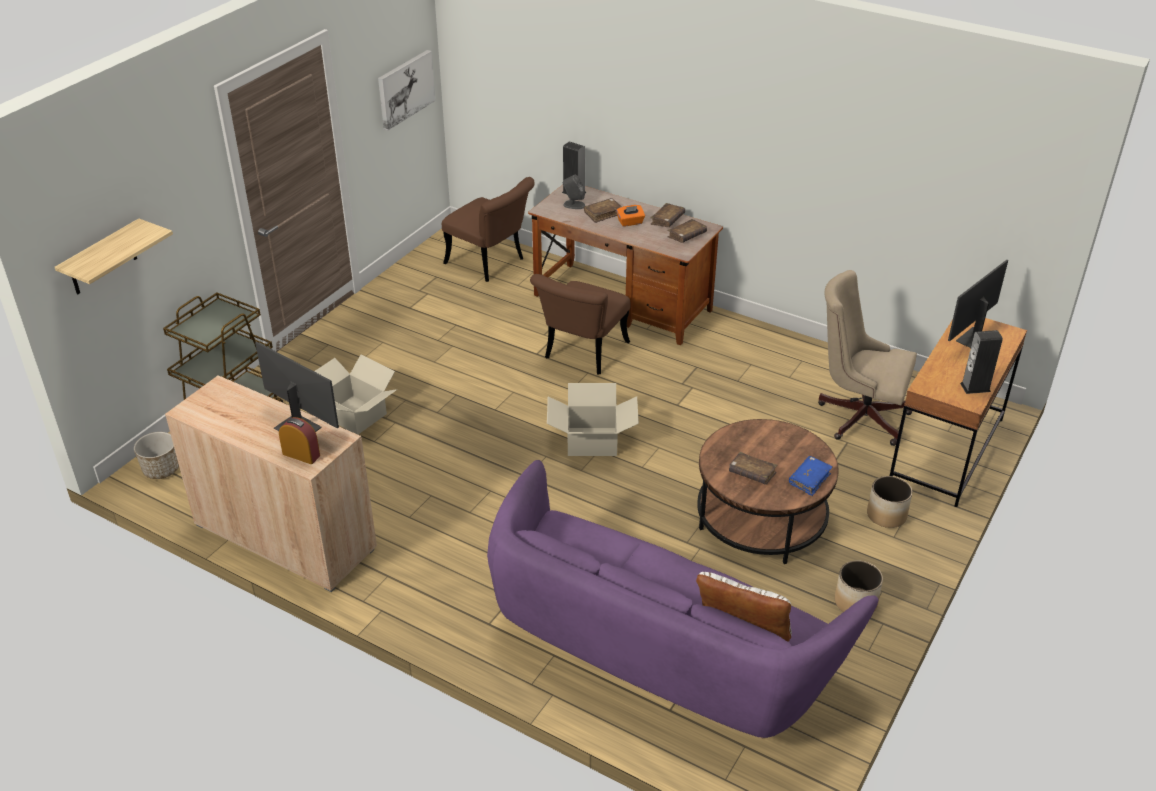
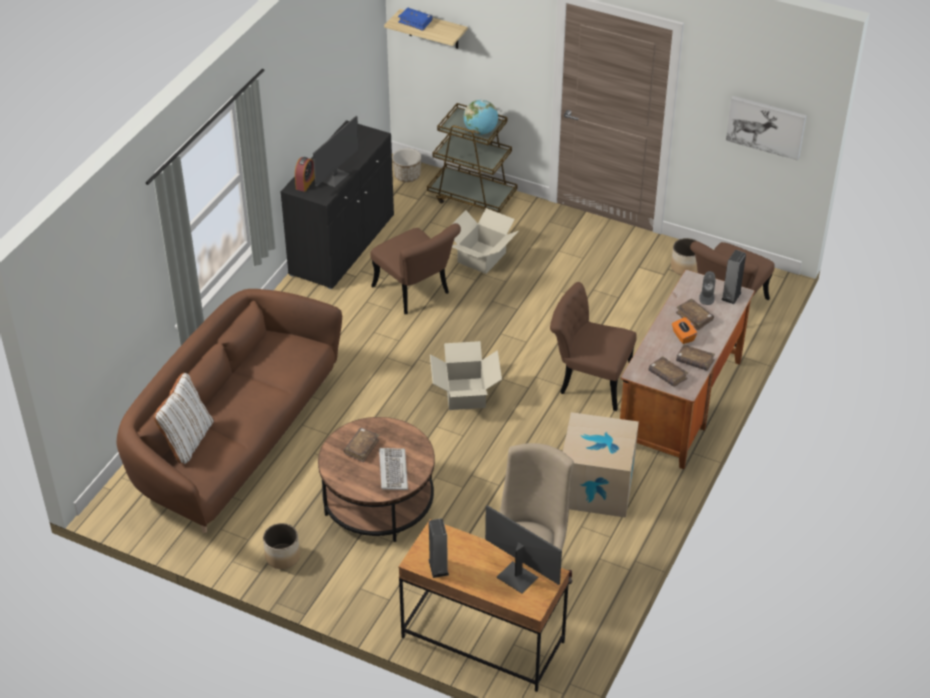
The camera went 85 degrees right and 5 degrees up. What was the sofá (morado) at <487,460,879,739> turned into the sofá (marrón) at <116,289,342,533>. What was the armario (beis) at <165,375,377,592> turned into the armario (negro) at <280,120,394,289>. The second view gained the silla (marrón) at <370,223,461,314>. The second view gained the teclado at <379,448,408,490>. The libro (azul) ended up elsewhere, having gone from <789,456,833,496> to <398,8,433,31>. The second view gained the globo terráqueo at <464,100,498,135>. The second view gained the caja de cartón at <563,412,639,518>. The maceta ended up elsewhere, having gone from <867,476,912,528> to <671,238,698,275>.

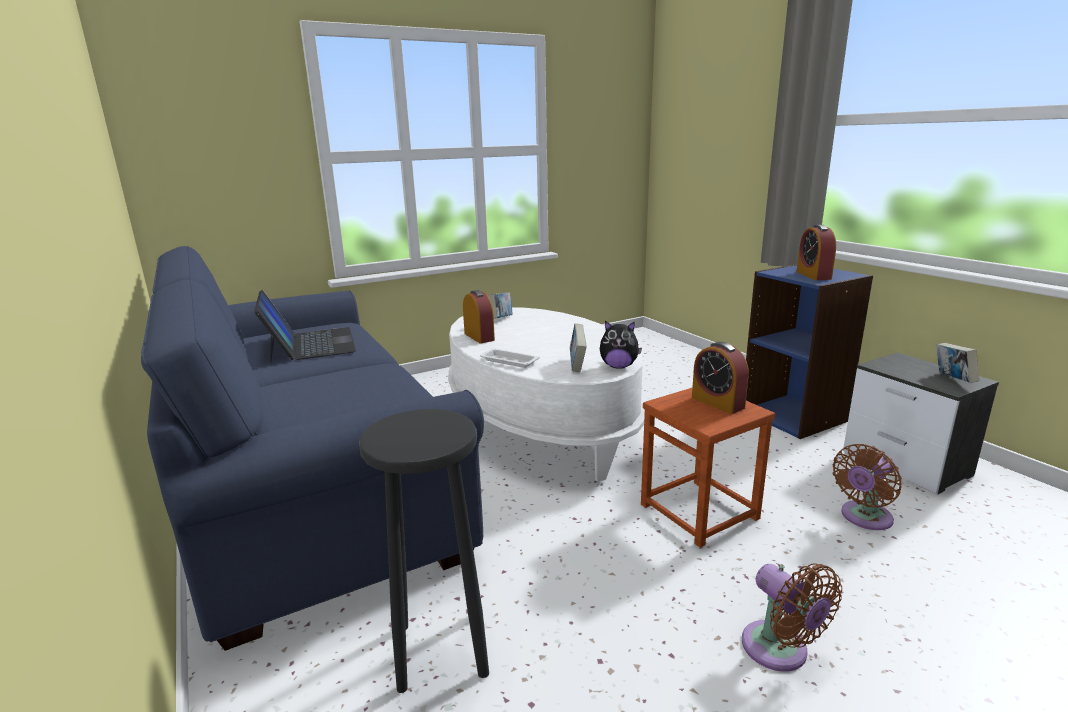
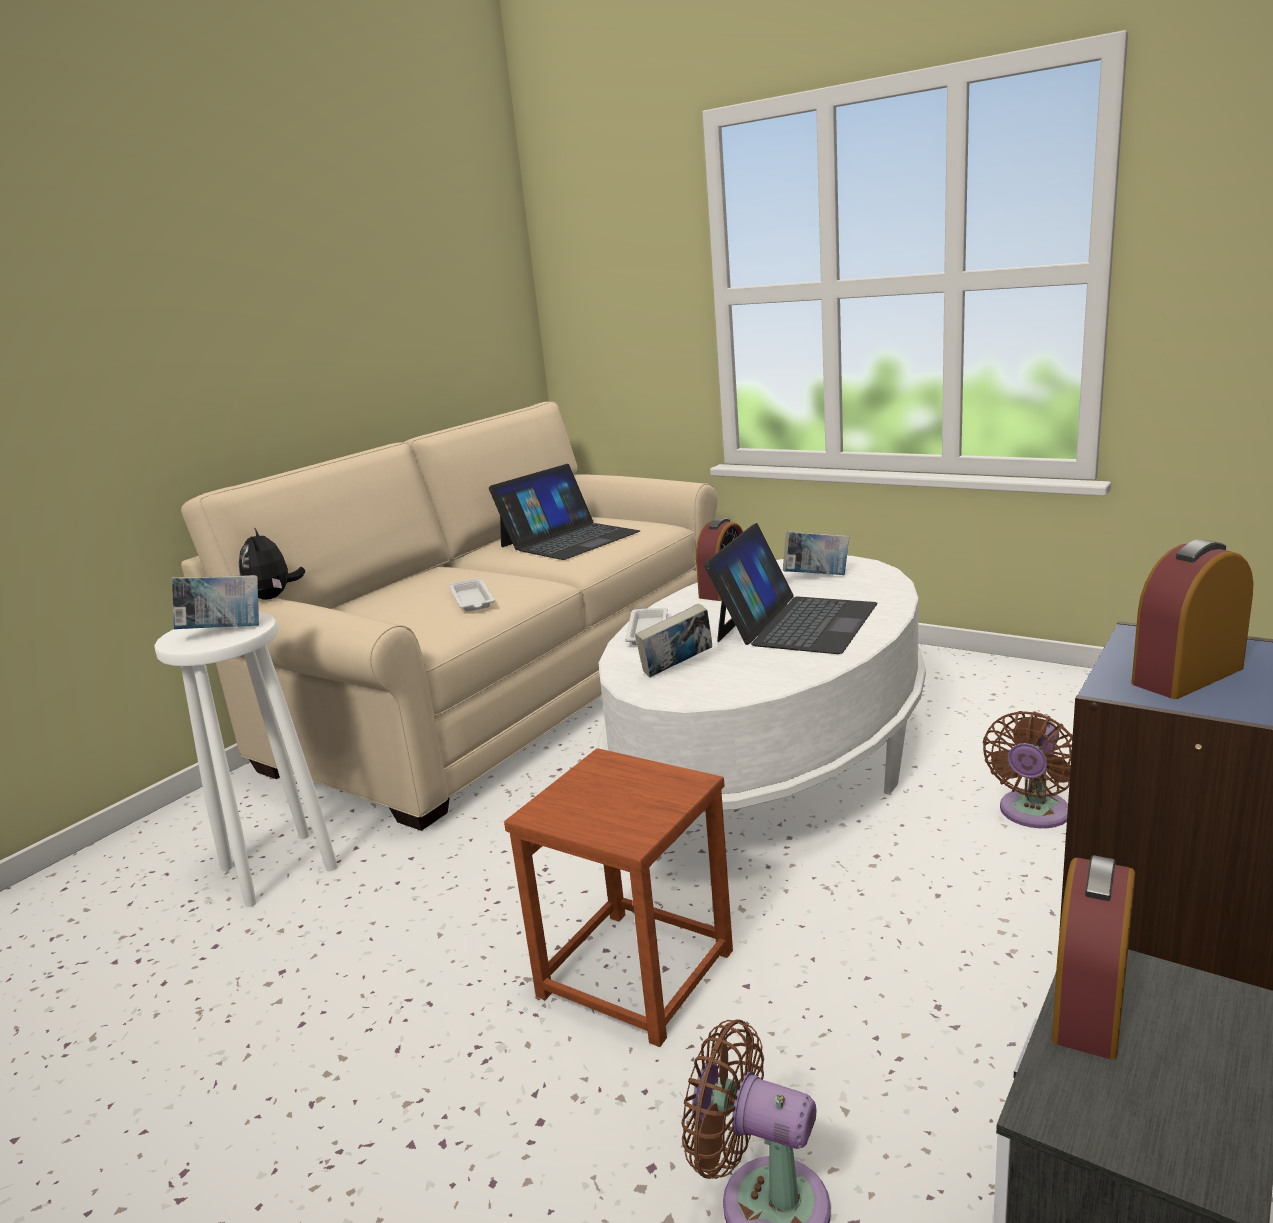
The camera went 65 degrees right and 0 degrees up. What was the taburete (negro) at <359,409,489,693> turned into the taburete (blanco) at <154,612,338,907>. The libro ended up elsewhere, having gone from <936,343,979,383> to <171,575,259,629>. What was the sofá (azul) at <141,246,484,651> turned into the sofá (beis) at <181,402,717,831>. The peluche ended up elsewhere, having gone from <600,321,642,369> to <239,527,305,600>. The second view gained the bandeja (blanco) at <449,578,495,612>. The second view gained the portátil at <704,523,878,654>. The ventilador (marrón) ended up elsewhere, having gone from <742,564,842,672> to <983,711,1073,828>. The despertador ended up elsewhere, having gone from <692,342,749,414> to <1052,855,1135,1060>.

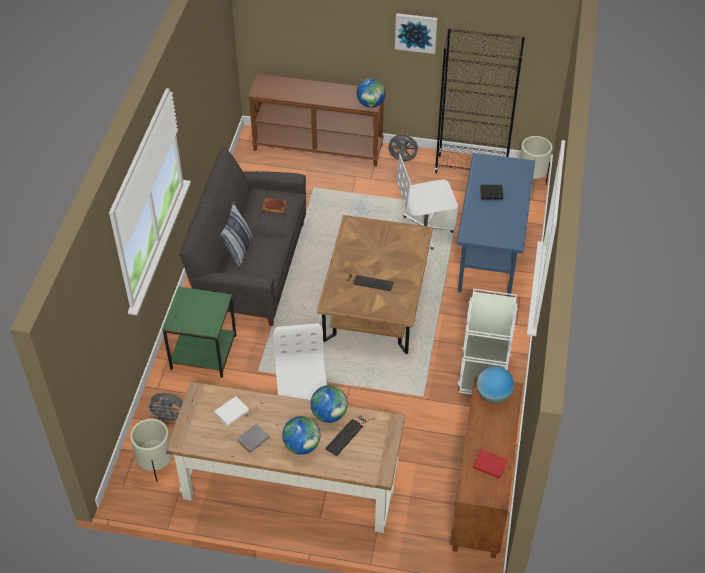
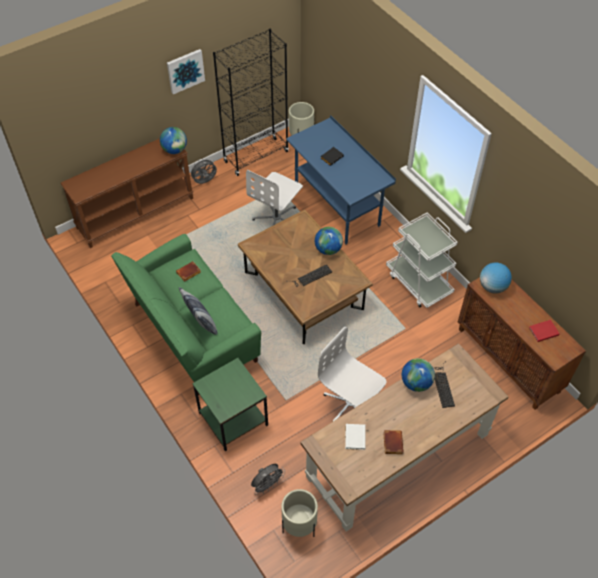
The camera went 45 degrees left and 5 degrees up. What was the sofá (gris) at <179,147,306,326> turned into the sofá (verde) at <111,234,261,395>. The globo terráqueo ended up elsewhere, having gone from <282,416,320,455> to <315,227,343,255>. What was the libro (gris) at <237,424,269,453> turned into the libro (marrón) at <383,430,404,454>.

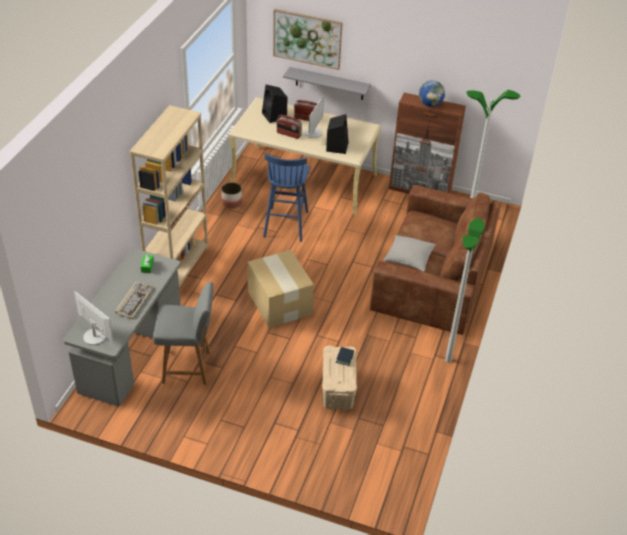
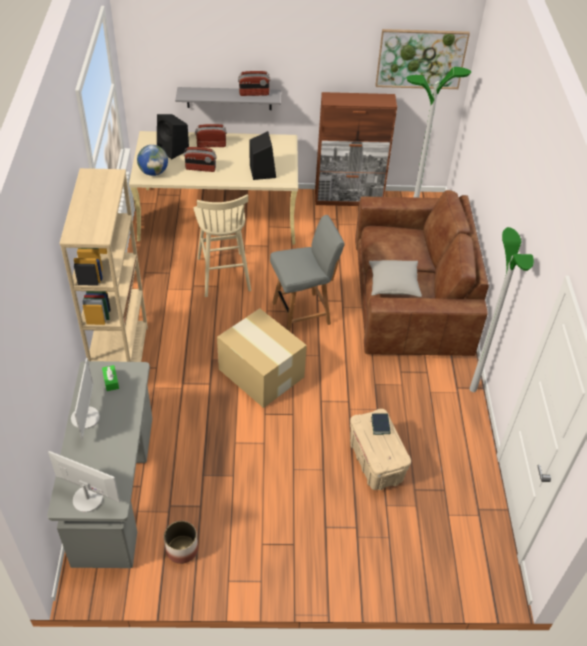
The camera went 20 degrees left and 5 degrees up. The monitor ended up elsewhere, having gone from <305,94,324,138> to <71,358,100,439>. The globo terráqueo ended up elsewhere, having gone from <419,81,445,107> to <137,145,168,176>. The maceta ended up elsewhere, having gone from <221,182,242,209> to <164,521,198,564>. What was the taburete (azul) at <263,154,310,242> turned into the taburete (beis) at <193,194,251,297>. The second view gained the radio at <238,71,270,96>. The silla (gris) ended up elsewhere, having gone from <153,282,214,385> to <270,215,345,332>. The cuadro ended up elsewhere, having gone from <273,9,343,70> to <375,29,470,89>. The second view lost the teclado at <115,282,154,319>.

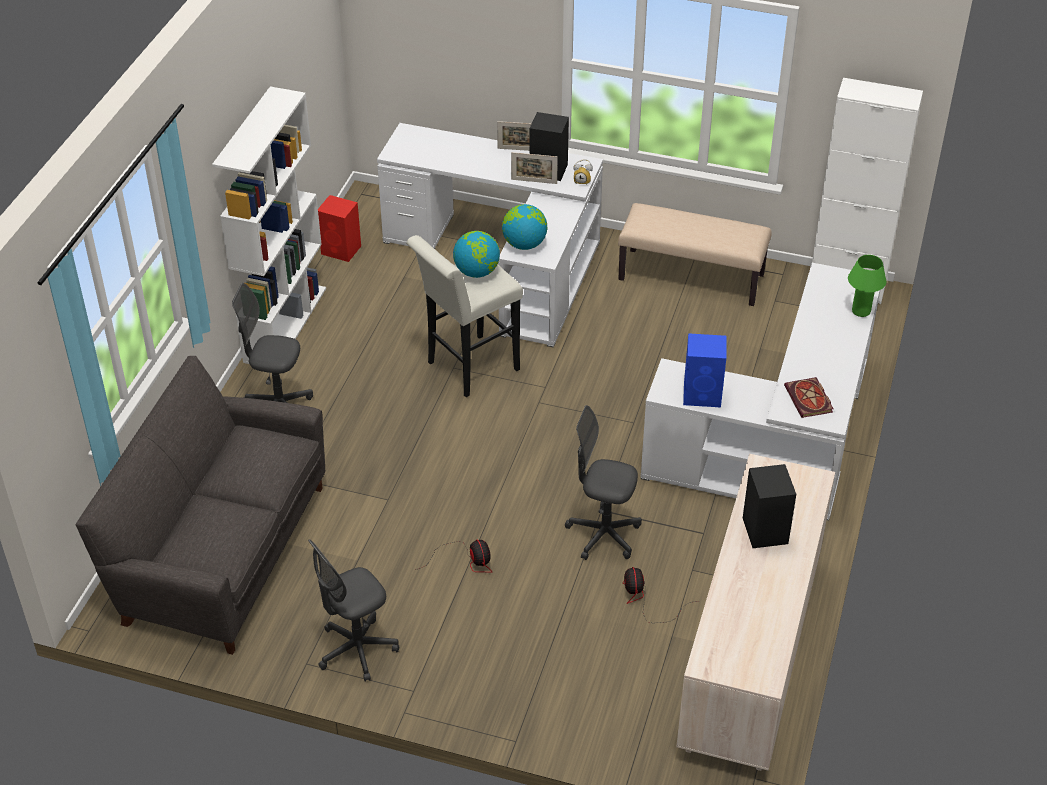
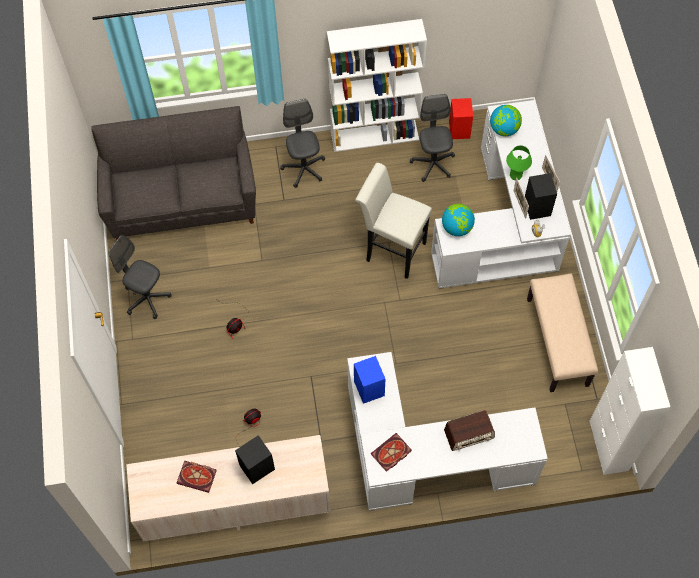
The camera went 65 degrees right and 20 degrees up. The second view gained the libro at <176,461,217,493>. The silla de oficina (gris) ended up elsewhere, having gone from <565,405,642,560> to <410,94,455,182>. The second view gained the radio at <444,410,495,451>. The globo terráqueo ended up elsewhere, having gone from <453,231,500,278> to <490,105,522,136>. The lámpara de mesa (verde) ended up elsewhere, having gone from <848,255,886,317> to <506,145,532,180>.

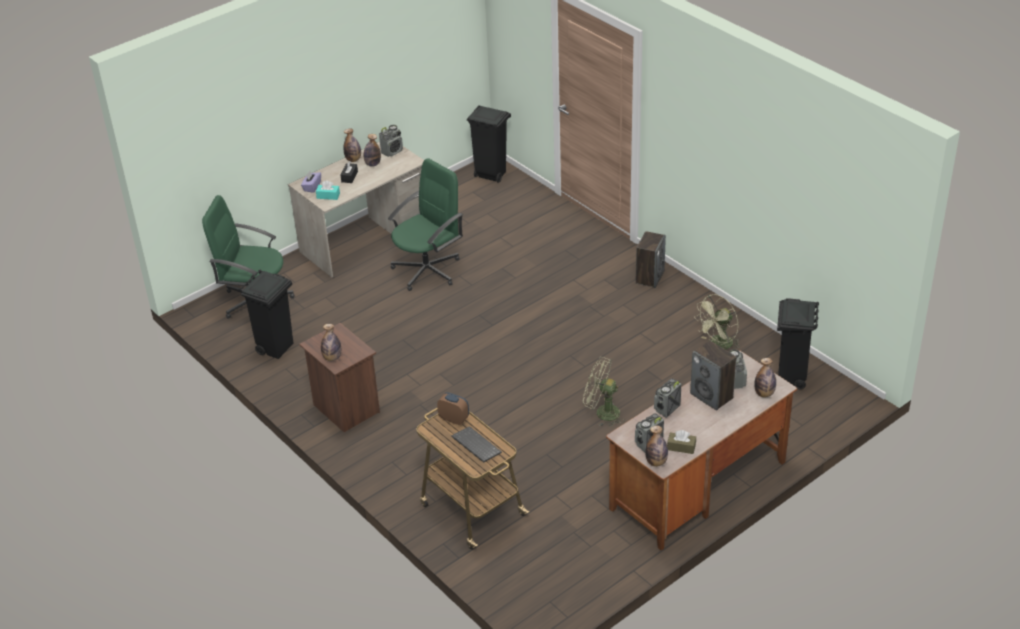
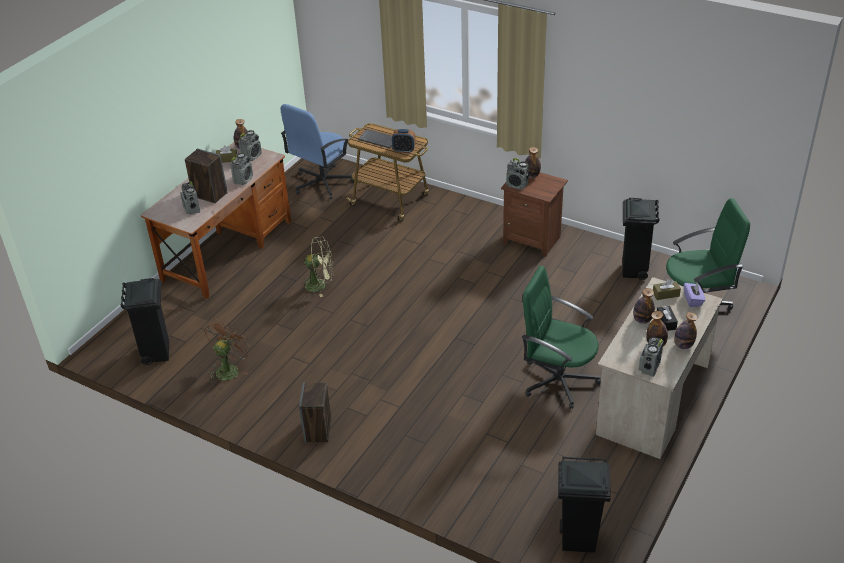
The camera went 160 degrees right and 0 degrees up. What was the ventilador (verde) at <694,294,740,349> turned into the ventilador (marrón) at <205,319,252,382>. The second view gained the silla de oficina (azul) at <281,104,354,199>. The second view gained the radio at <506,158,529,190>. The silla de oficina (verde) at <388,158,463,291> ended up facing another way, 90 degrees clockwise from before. The botella ended up elsewhere, having gone from <754,358,776,397> to <633,288,655,324>. What was the caja de pañuelos (turquesa) at <316,180,340,200> turned into the caja de pañuelos (marrón) at <653,279,681,300>.

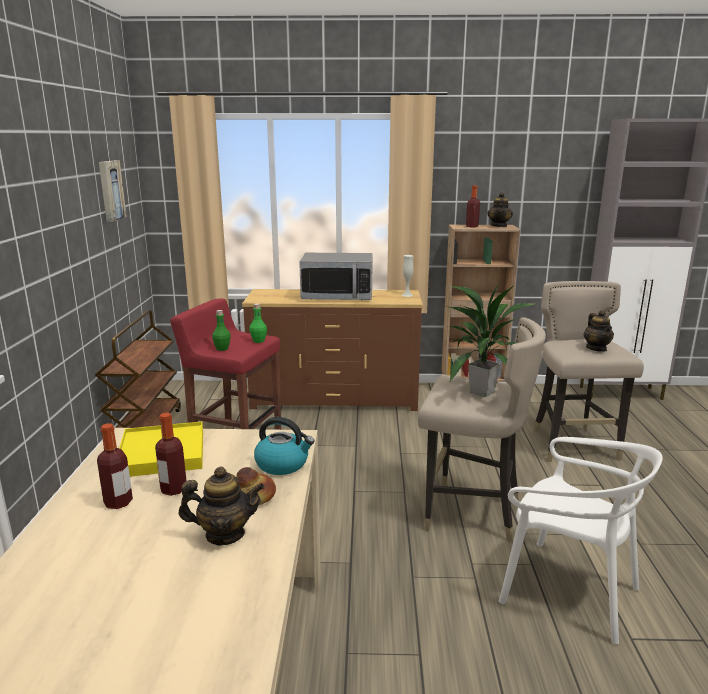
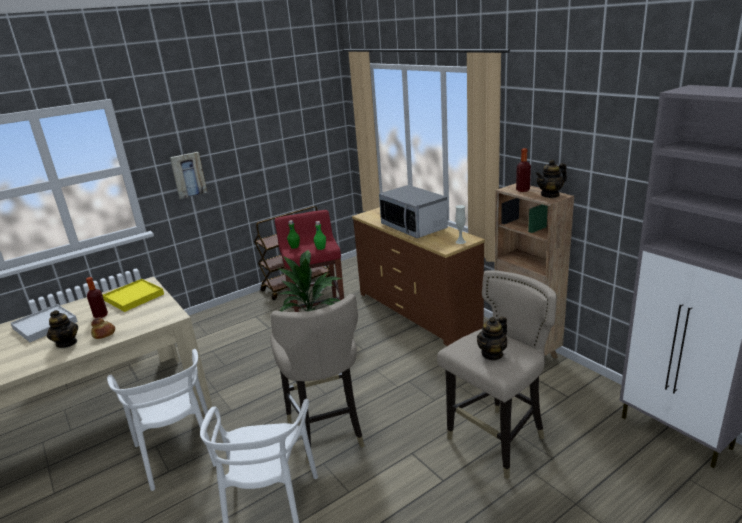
The camera went 55 degrees right and 5 degrees up. The second view gained the bandeja (blanco) at <11,304,78,342>. The second view gained the silla (blanco) at <107,349,216,491>. The cuadro ended up elsewhere, having gone from <99,161,127,222> to <170,152,207,199>. The second view lost the botella at <97,423,133,509>. The second view lost the hervidor at <254,417,314,475>.

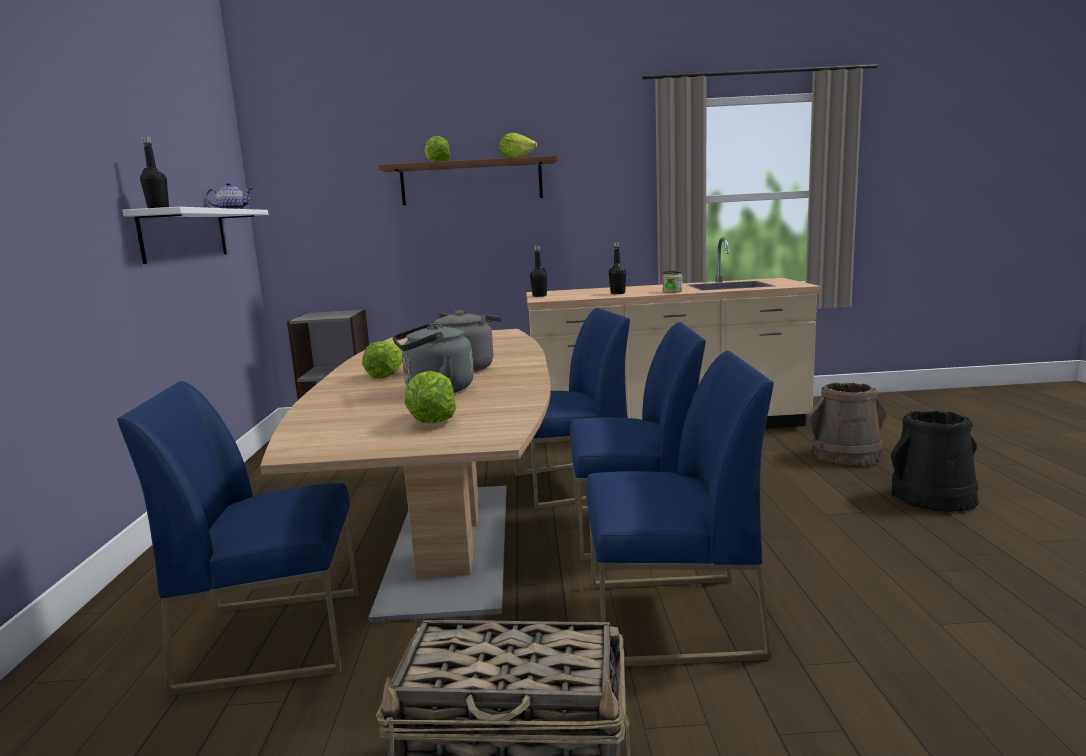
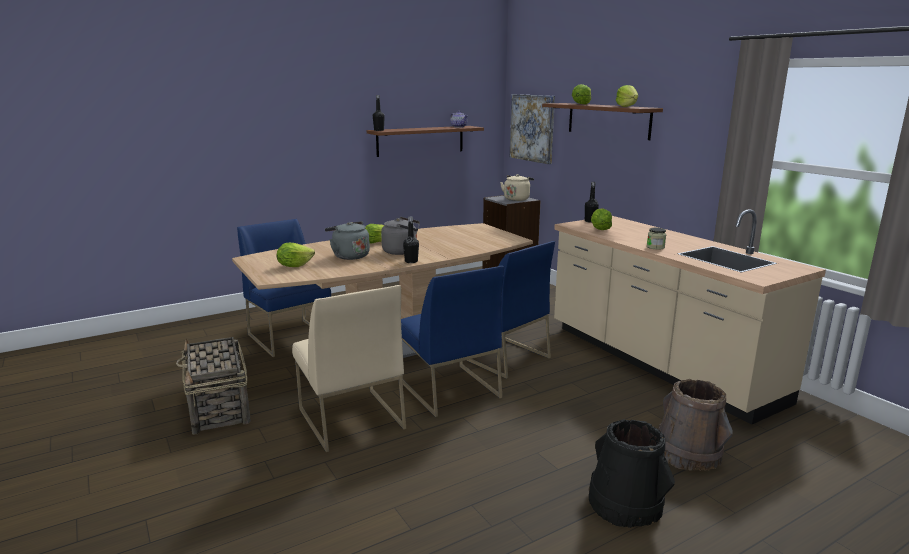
The camera went 60 degrees right and 5 degrees up. What was the silla (azul) at <586,351,774,667> turned into the silla (beis) at <292,285,406,452>. What was the estante (blanco) at <123,207,268,264> turned into the estante (marrón) at <367,126,484,157>. The botella (negro) ended up elsewhere, having gone from <609,242,626,294> to <403,217,419,263>. The second view gained the hervidor (beis) at <500,174,534,201>. The second view gained the cuadro at <510,94,555,164>. The second view gained the lechuga at <591,208,612,230>.

